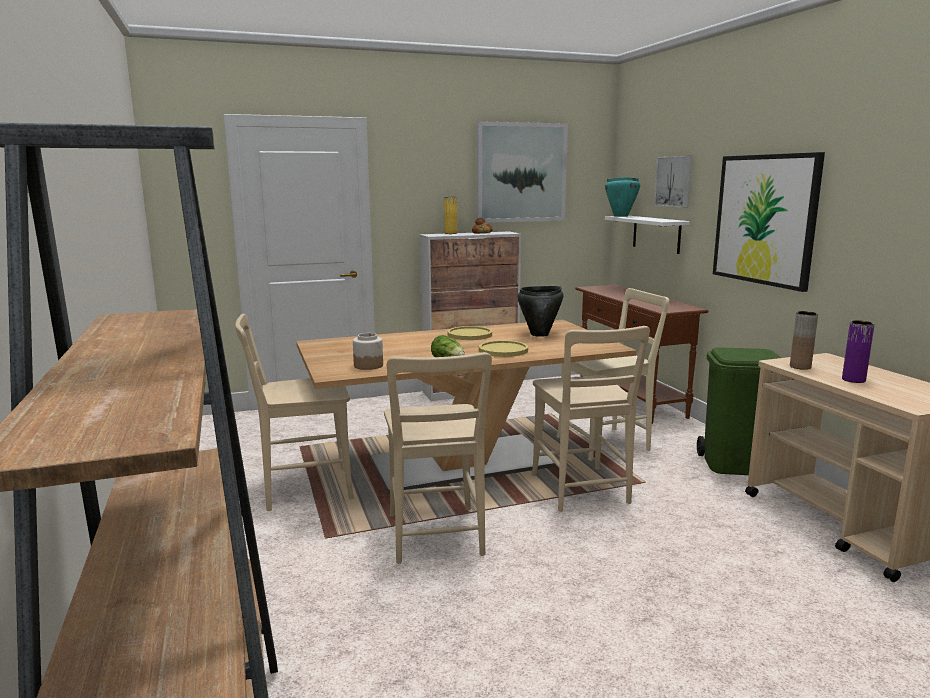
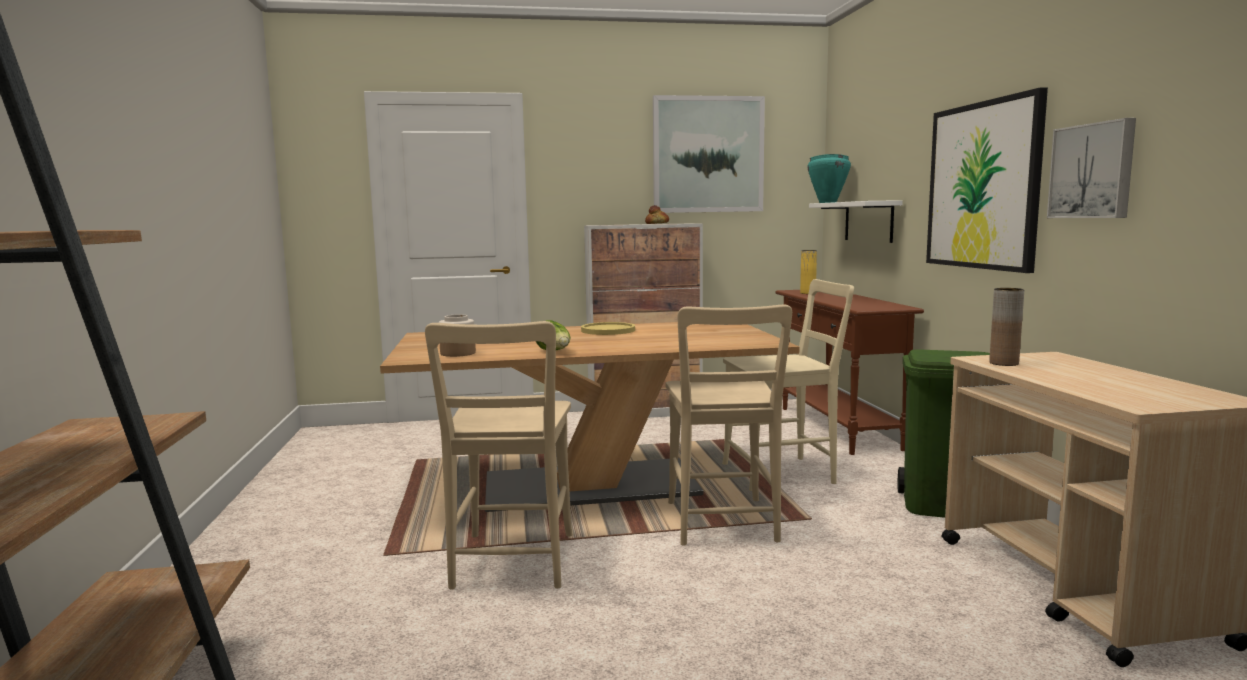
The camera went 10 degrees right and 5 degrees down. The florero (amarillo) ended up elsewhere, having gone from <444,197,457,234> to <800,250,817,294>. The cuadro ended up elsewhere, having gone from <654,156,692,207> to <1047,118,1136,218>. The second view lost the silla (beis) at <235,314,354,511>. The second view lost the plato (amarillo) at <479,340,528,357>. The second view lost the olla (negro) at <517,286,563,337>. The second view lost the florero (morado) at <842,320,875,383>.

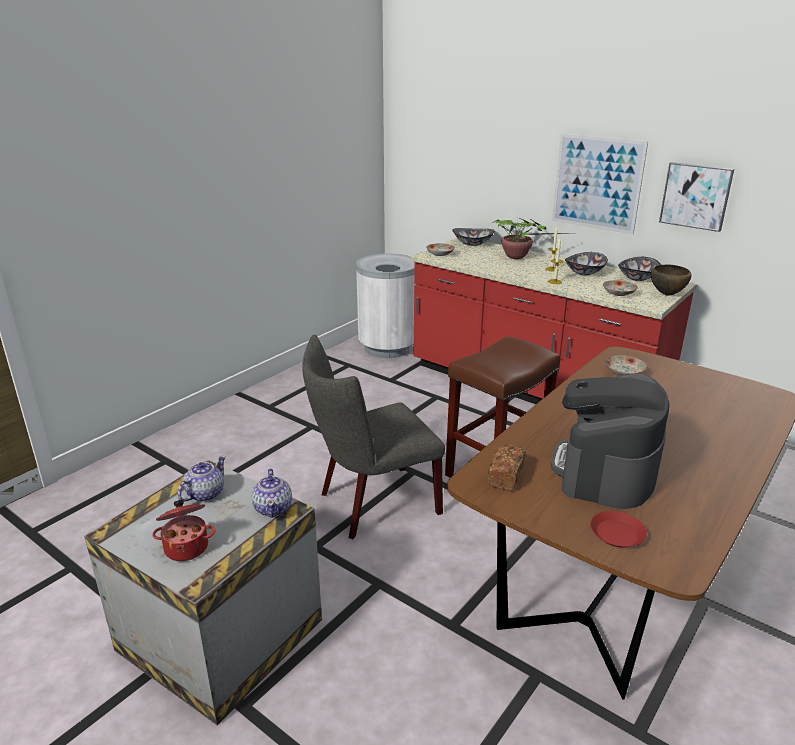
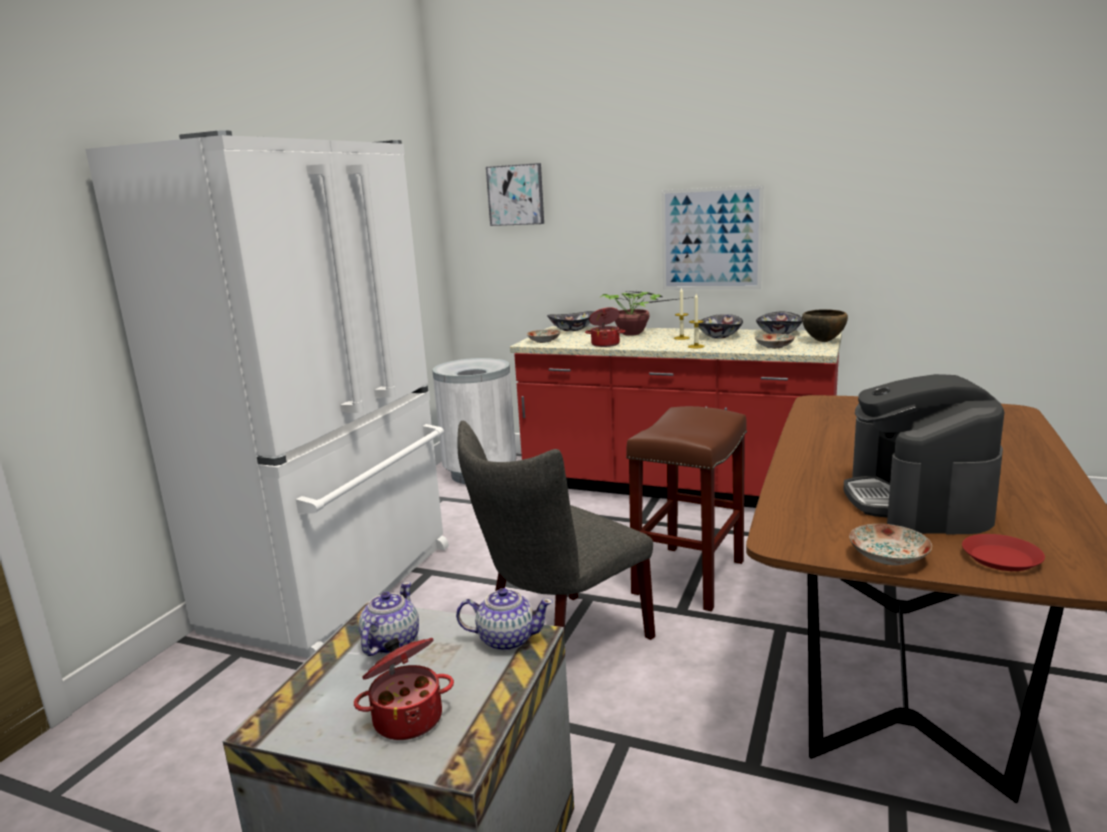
The camera went 15 degrees left and 10 degrees down. The second view gained the nevera (blanco) at <85,130,449,658>. The tetera at <252,469,292,518> ended up facing another way, 60 degrees counterclockwise from before. The cuadro ended up elsewhere, having gone from <659,162,734,232> to <486,163,544,226>. The second view gained the olla at <585,307,626,347>. The plato ended up elsewhere, having gone from <605,355,647,376> to <849,524,932,565>. The second view lost the pan at <488,444,526,491>.

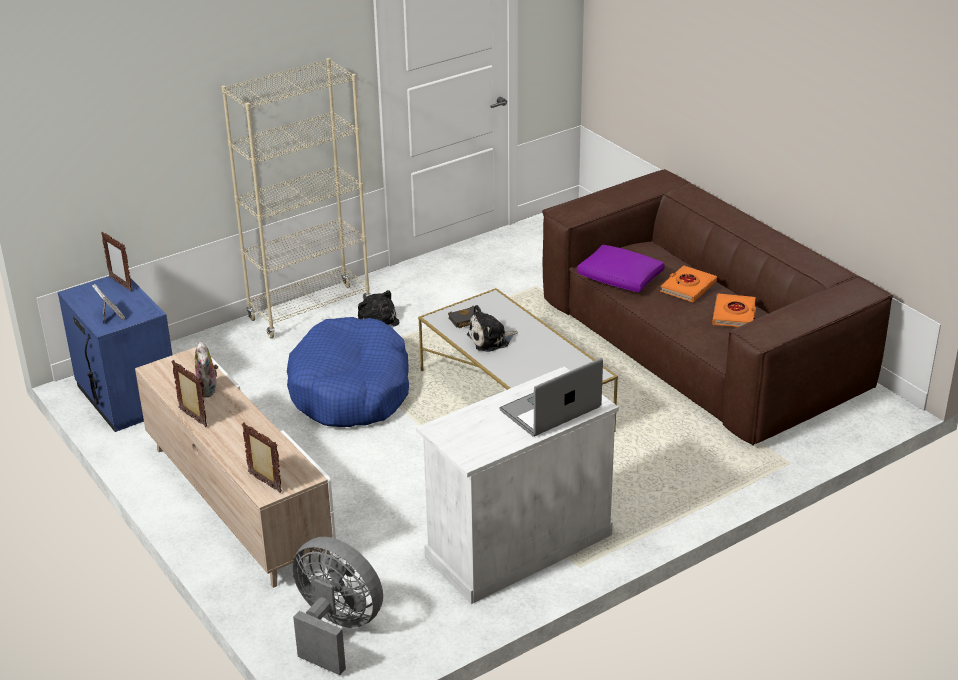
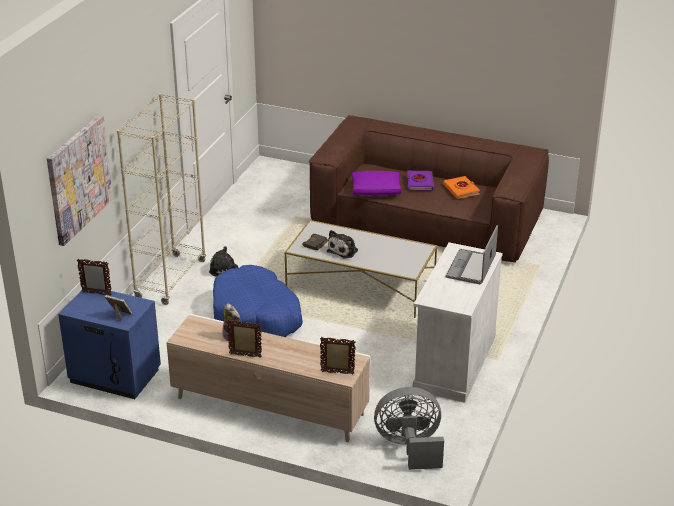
The camera went 35 degrees left and 0 degrees up. The second view gained the cuadro at <47,115,113,246>. What was the libro (naranja) at <660,265,717,302> turned into the libro (morado) at <407,171,434,191>.

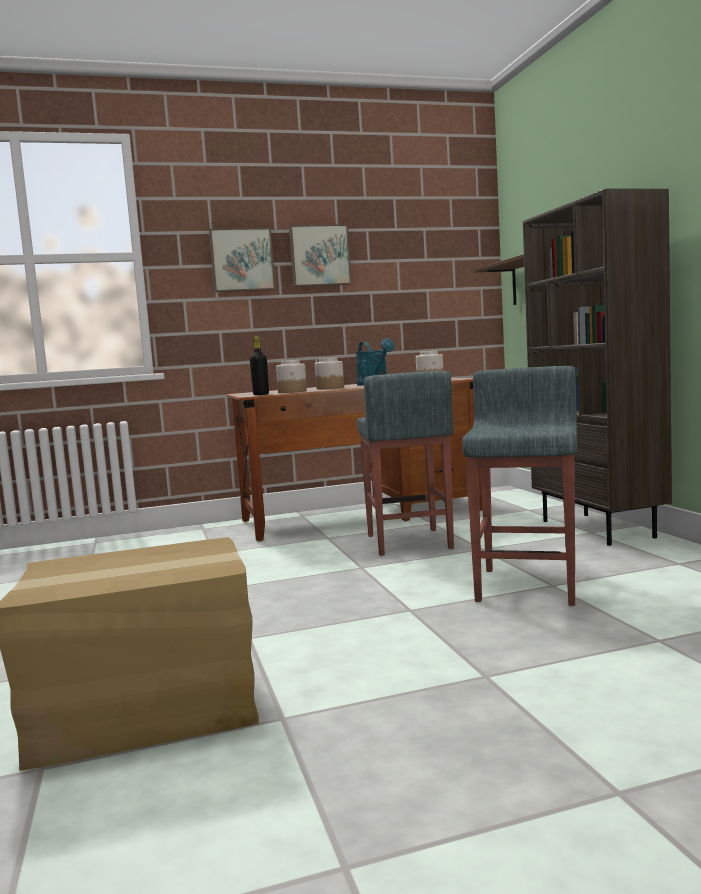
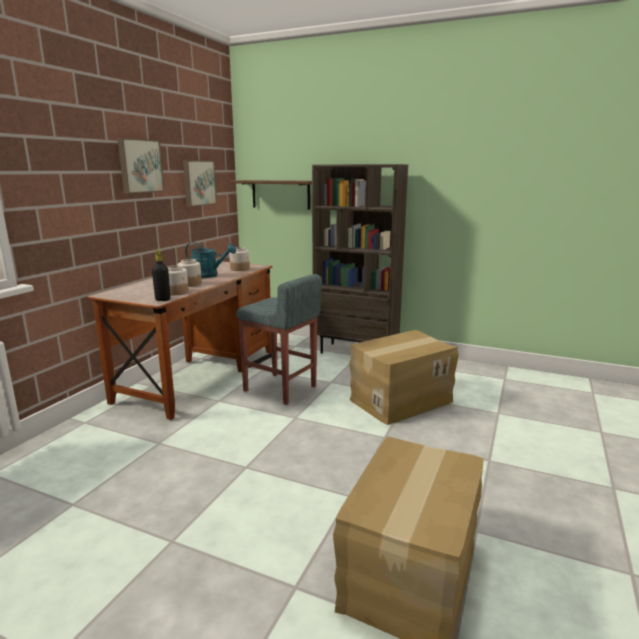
The camera went 50 degrees left and 10 degrees up. The cuadro ended up elsewhere, having gone from <209,228,276,292> to <183,160,217,207>. Where the taburete (gris) stood at <462,366,577,606>, the caja de cartón came to stand at <349,330,459,425>.

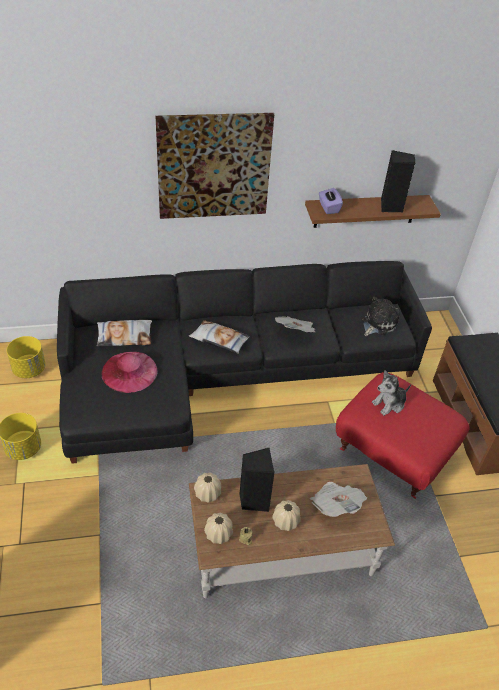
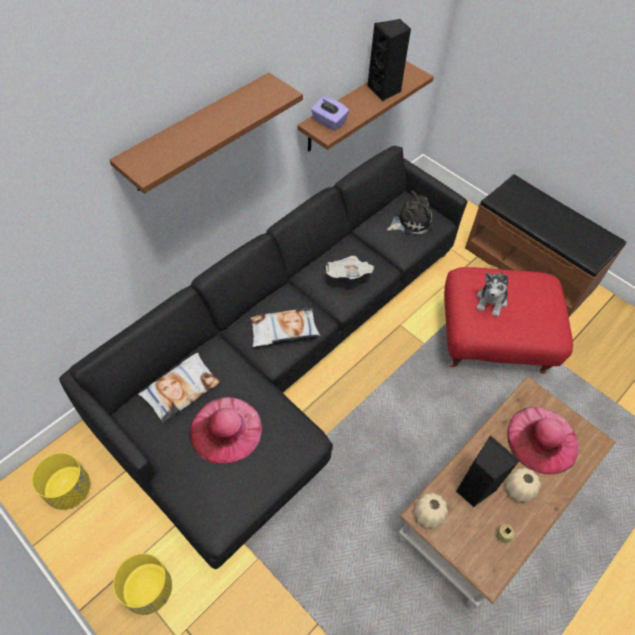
The camera went 35 degrees left and 10 degrees up. Where the cuadro hung at <156,113,274,219>, the estante (marrón) came to hang at <110,73,303,194>. The peluche at <362,297,400,336> ended up facing another way, 60 degrees clockwise from before. Where the periódico stood at <310,482,367,517>, the sombrero (rosa) came to stand at <507,407,579,475>. The second view lost the florero (beis) at <204,512,233,544>.

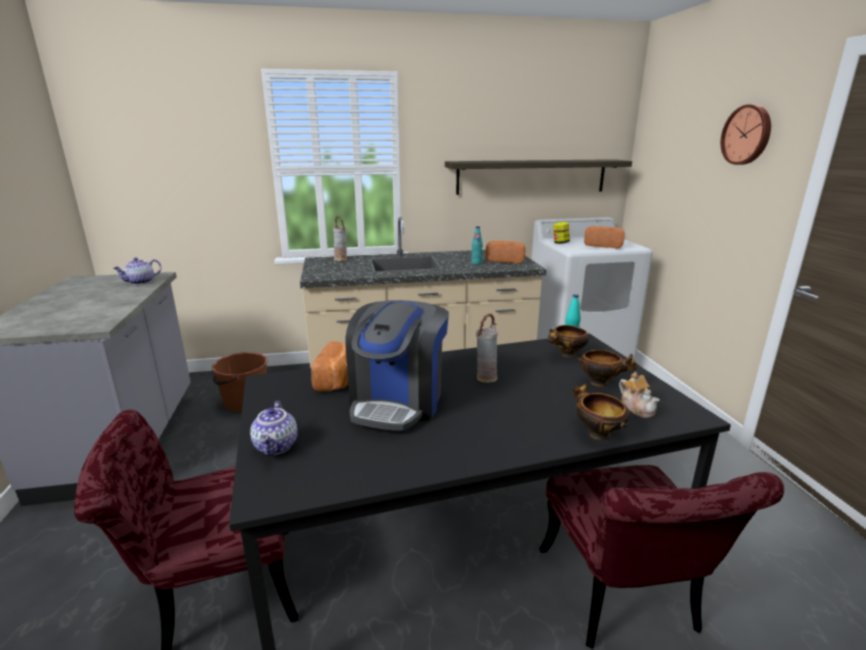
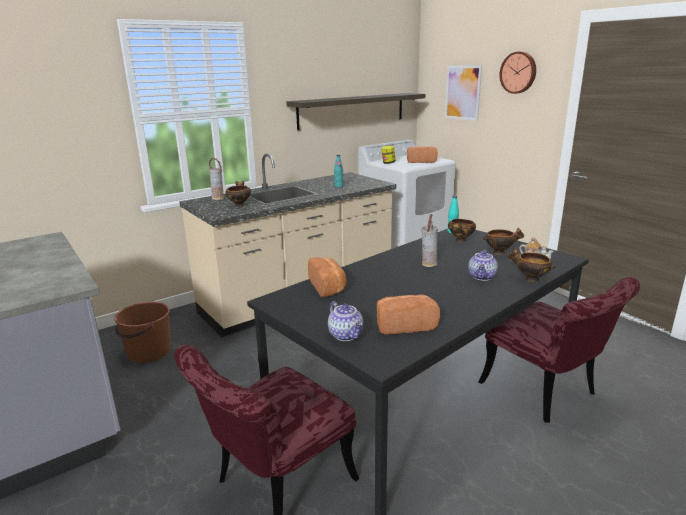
The camera went 25 degrees left and 0 degrees up. The second view gained the cuenco at <226,181,251,207>. The pan ended up elsewhere, having gone from <486,240,525,264> to <377,294,440,334>. The second view gained the cuadro at <445,65,482,121>. The tetera ended up elsewhere, having gone from <113,257,162,285> to <468,250,498,281>. The second view lost the cafetera at <345,300,449,431>.

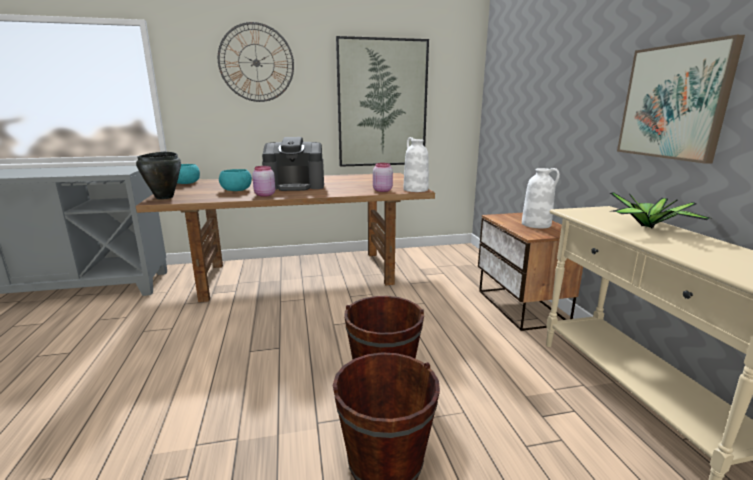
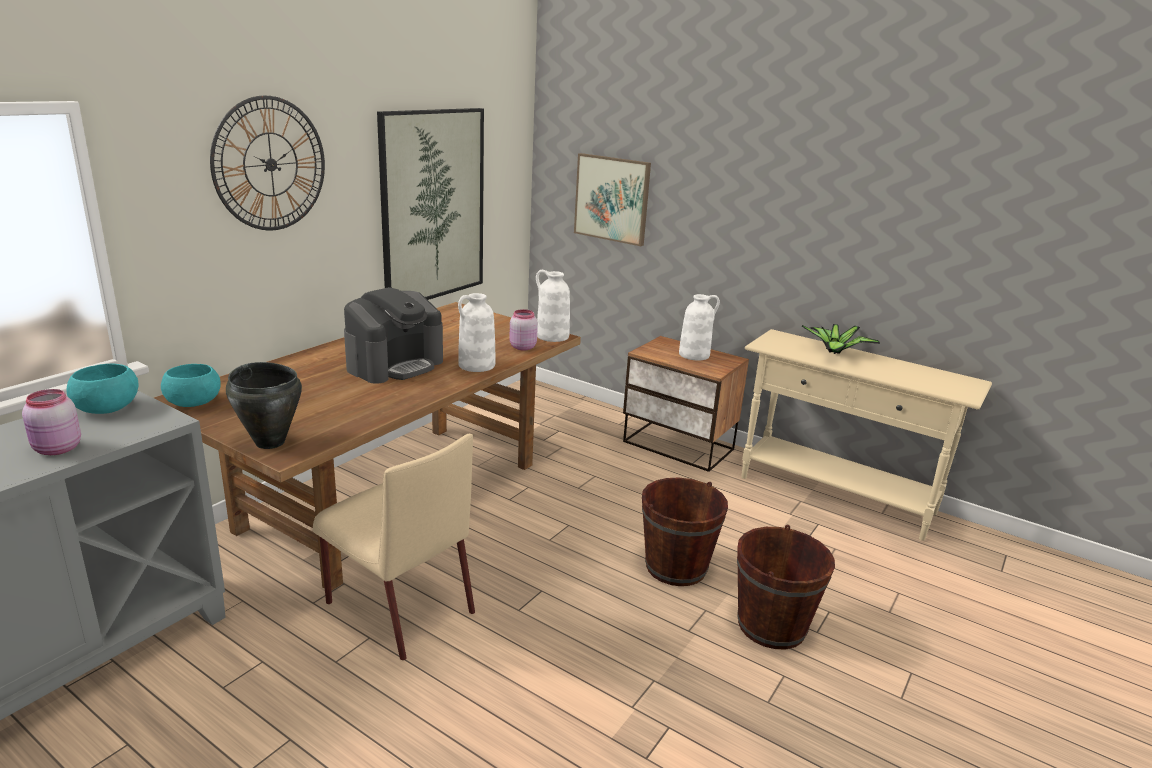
The camera went 45 degrees left and 5 degrees up. The tarro (rosa) ended up elsewhere, having gone from <252,166,275,197> to <22,389,81,455>. The cuenco (turquesa) ended up elsewhere, having gone from <219,169,252,191> to <67,363,139,414>. The second view gained the silla (beis) at <313,434,475,661>. The second view gained the florero (blanco) at <458,293,495,372>. The cuadro ended up elsewhere, having gone from <617,35,745,164> to <574,153,651,246>.

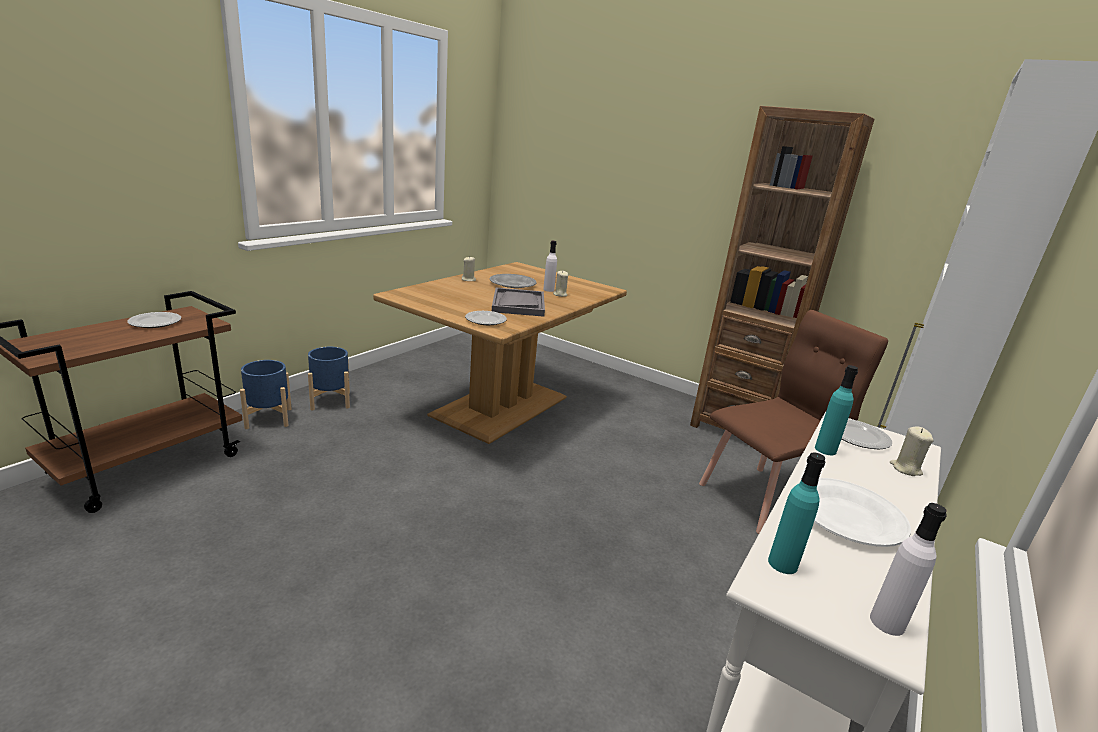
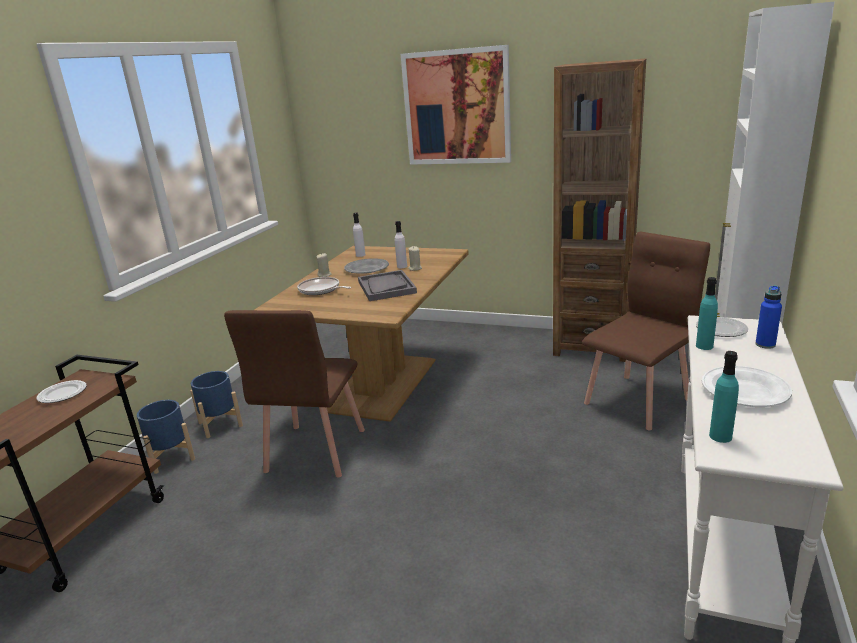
The camera went 10 degrees left and 0 degrees up. The second view gained the silla (marrón) at <224,310,365,478>. The second view gained the sartén at <297,277,351,295>. The botella (blanco) ended up elsewhere, having gone from <870,503,947,636> to <353,213,365,257>. The second view gained the cuadro at <401,45,511,165>. Where the vela (beis) stood at <890,426,933,476>, the botella (azul) came to stand at <755,286,782,349>. The second view lost the plato at <465,311,507,325>.

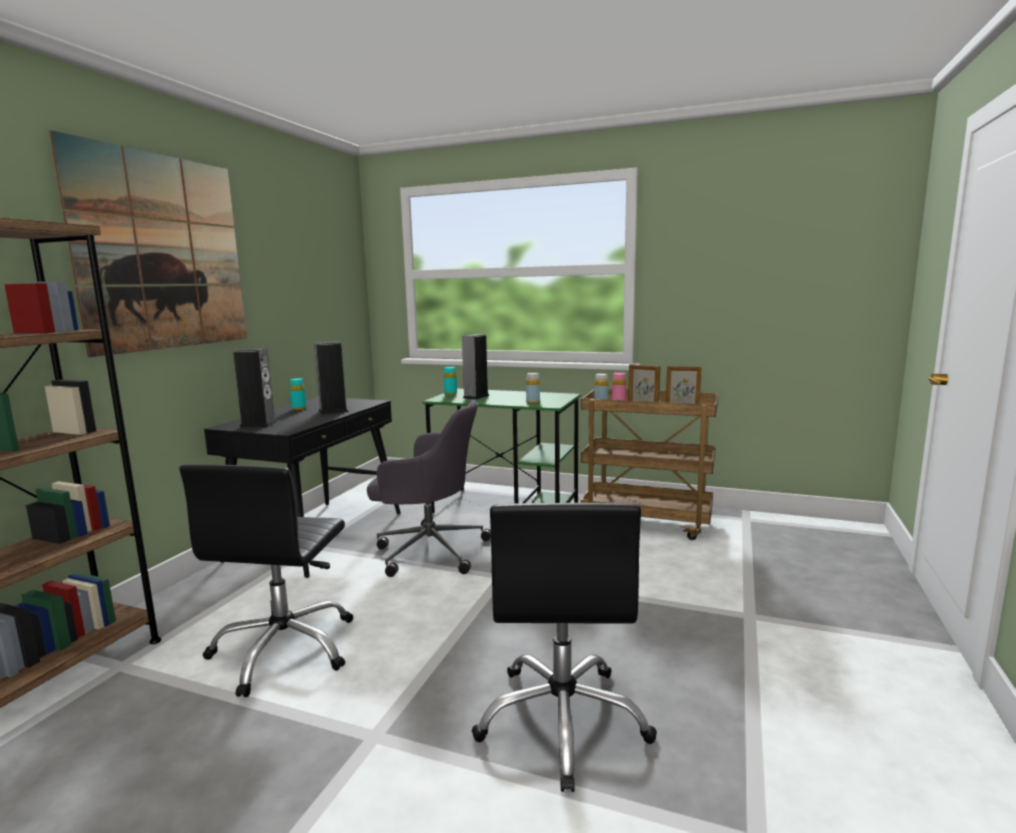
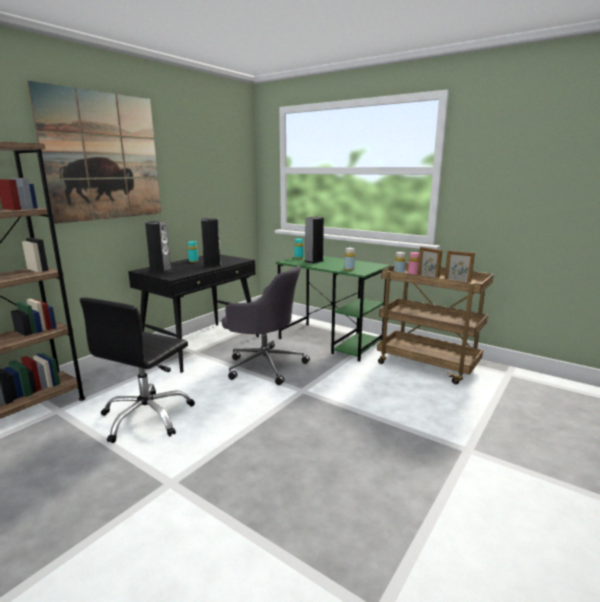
The camera went 15 degrees right and 5 degrees up. The second view lost the silla de oficina (negro) at <472,503,657,792>.

